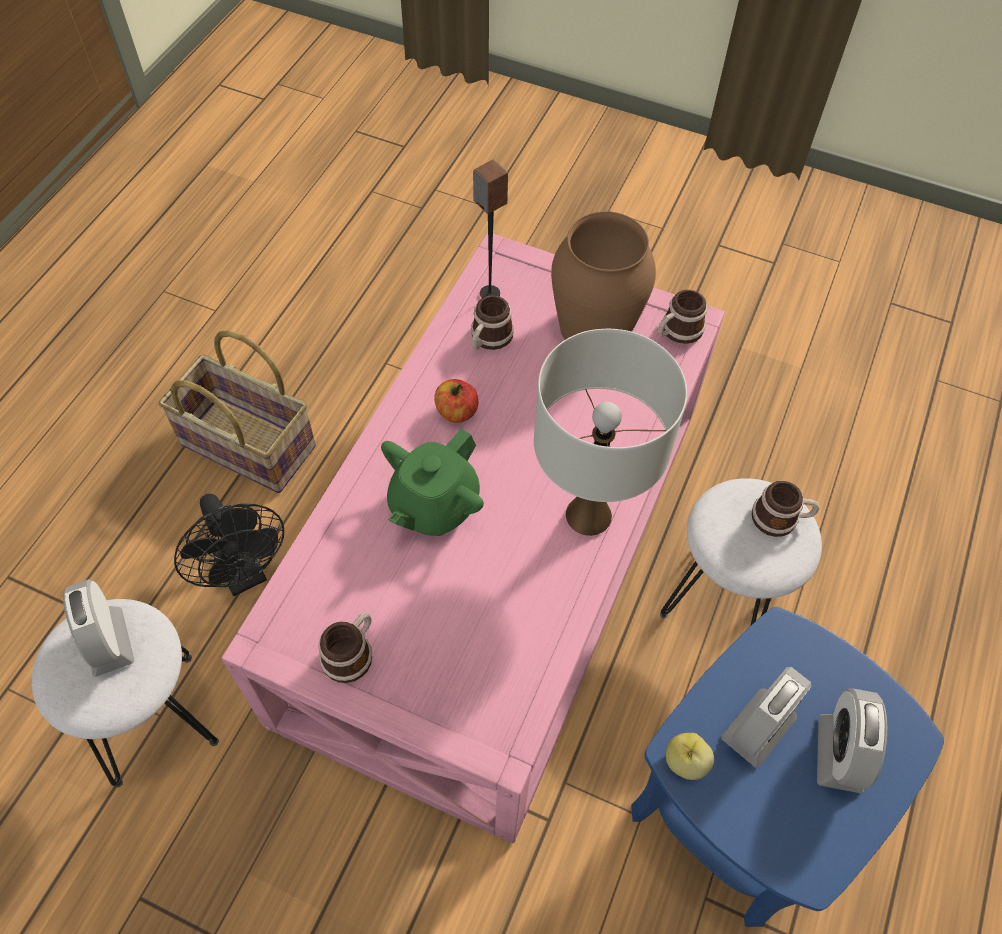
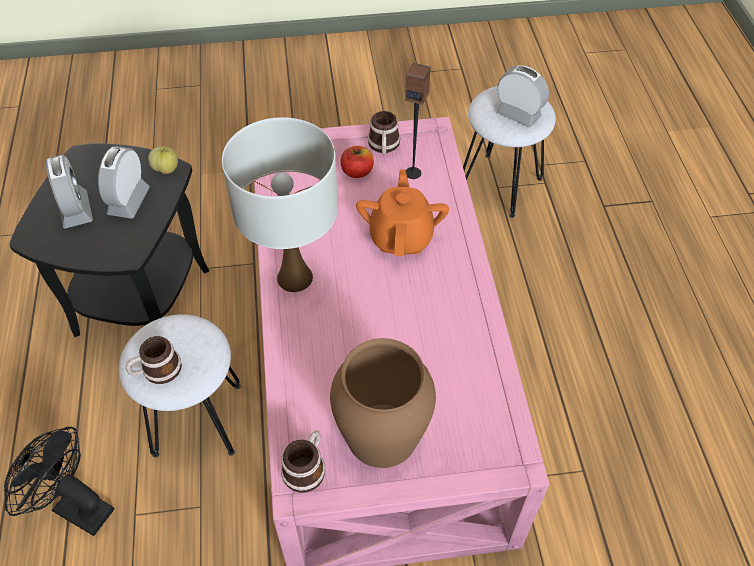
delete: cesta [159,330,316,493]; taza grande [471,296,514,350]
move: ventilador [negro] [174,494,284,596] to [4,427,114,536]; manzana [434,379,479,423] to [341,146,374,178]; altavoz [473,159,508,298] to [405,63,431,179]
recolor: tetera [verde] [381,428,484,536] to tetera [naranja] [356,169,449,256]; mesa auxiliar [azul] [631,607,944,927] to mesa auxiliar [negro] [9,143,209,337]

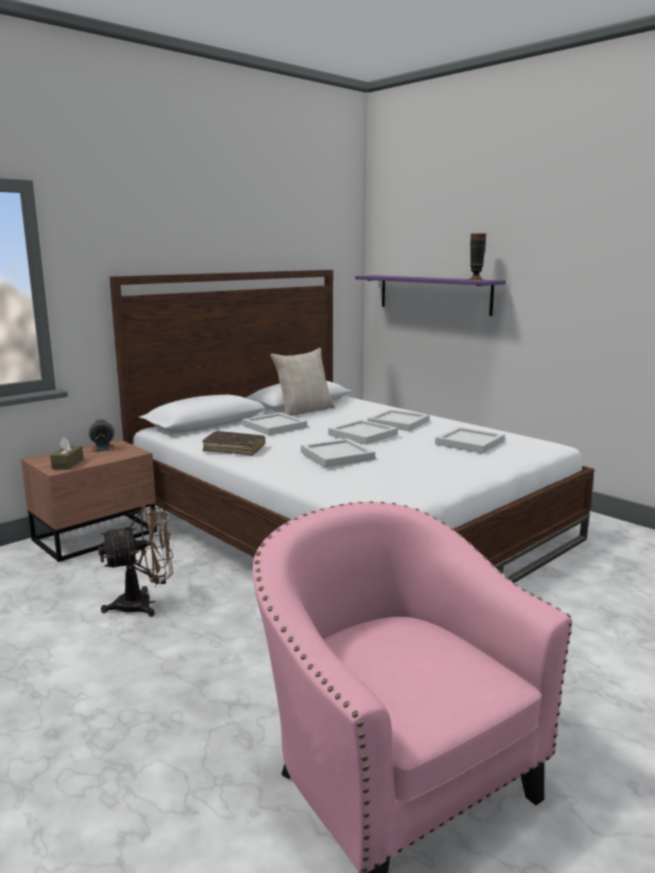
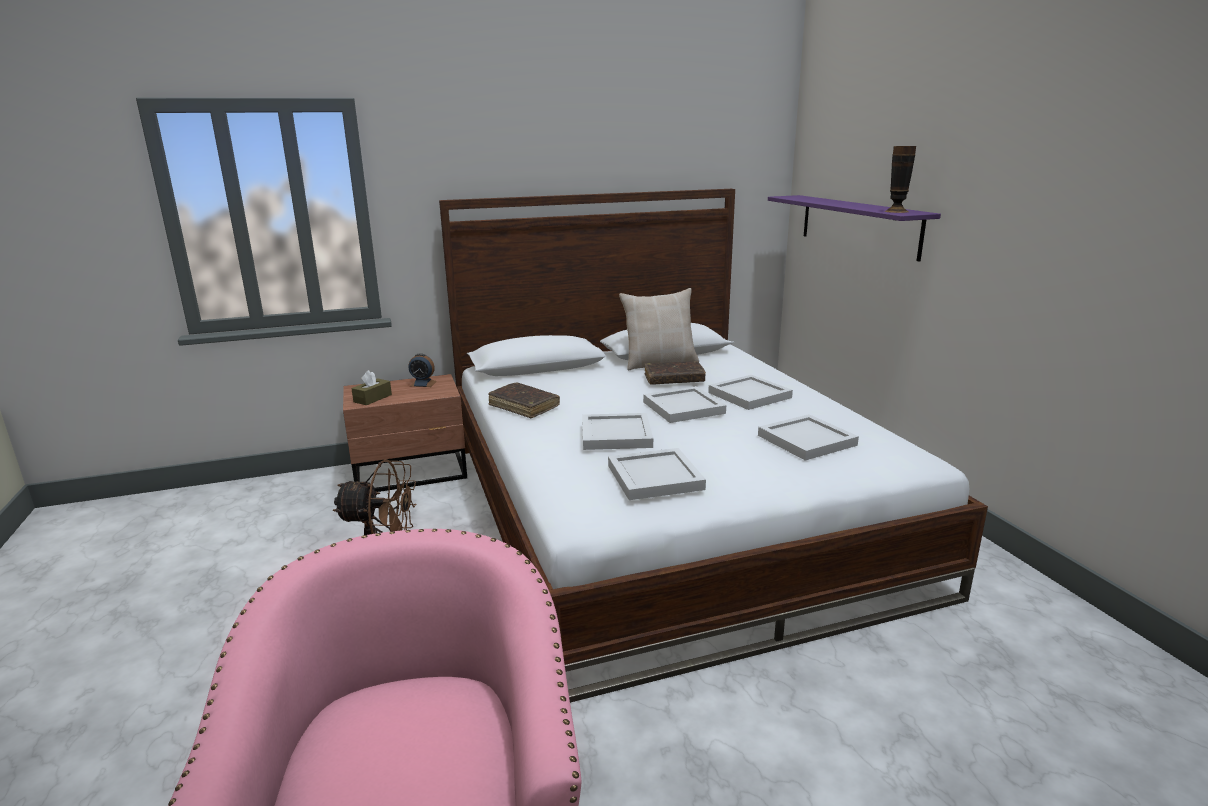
insert: libro [marrón] [644,361,706,385]
move: bandeja [blanco] [242,412,307,435] to [608,448,706,500]

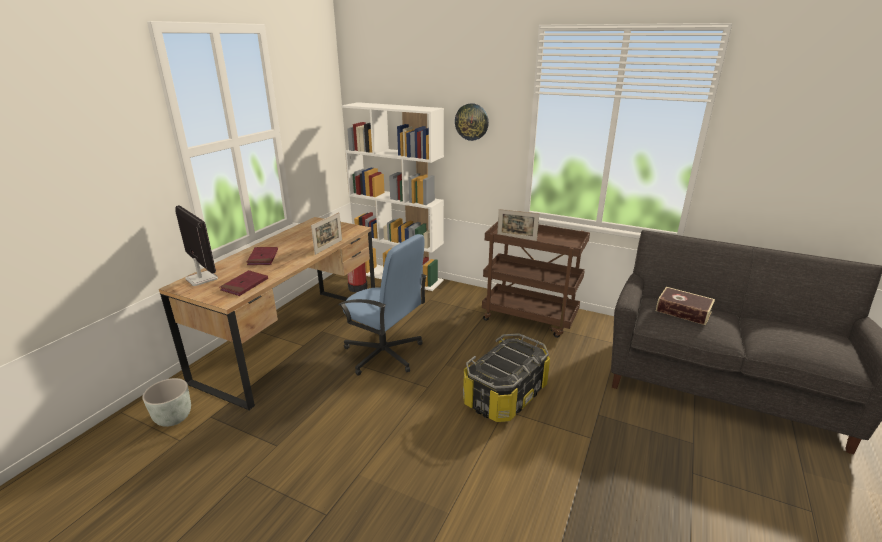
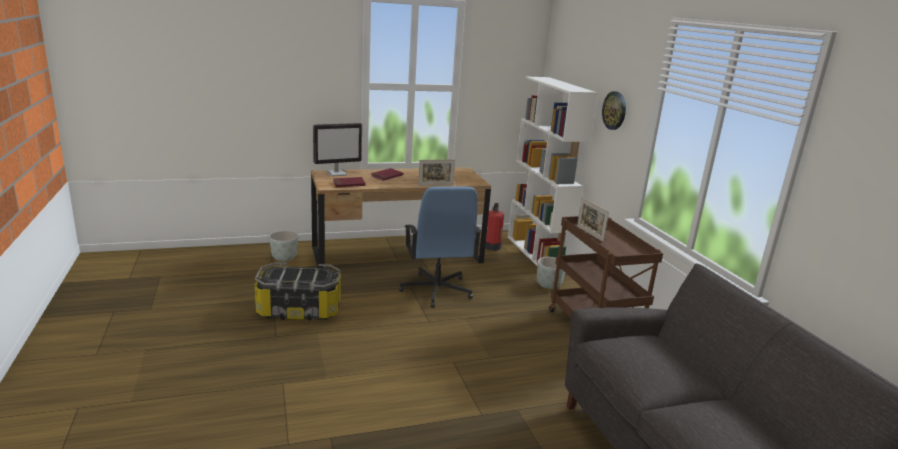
delete: libro [656,287,715,325]
insert: maceta [gris] [537,257,565,289]
move: caja de almacenaje [463,333,550,422] to [254,263,341,321]
rotate: monitor [175,205,218,286] = [313,123,362,176] 60 degrees clockwise

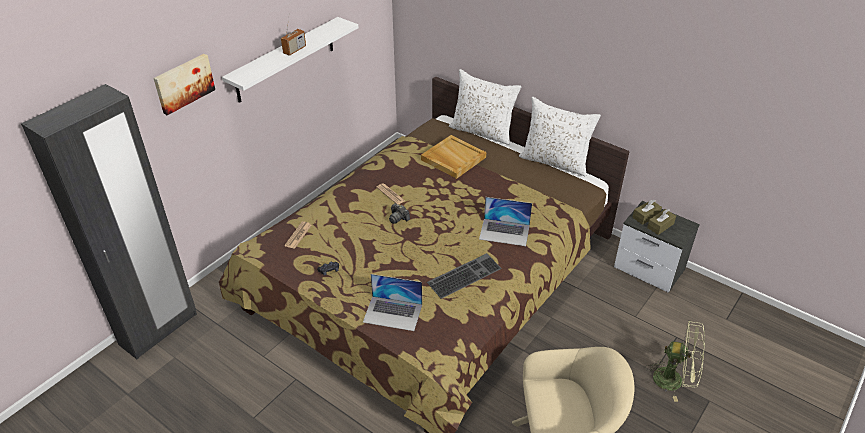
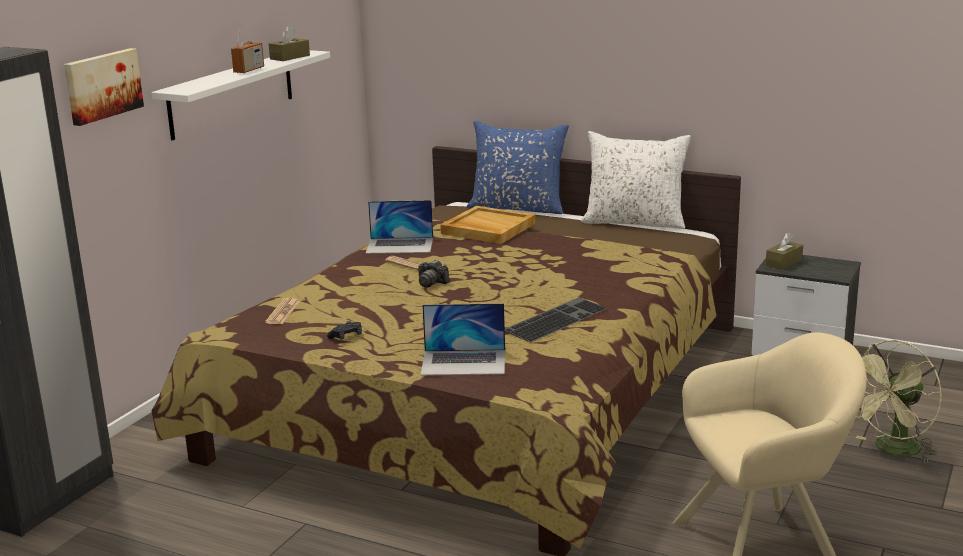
move: portátil [479,197,532,246] to [366,200,433,254]; caja de pañuelos [marrón] [647,209,676,235] to [269,26,310,61]
recolor: cojín [blanco] [449,69,521,145] to cojín [azul] [467,120,569,214]
rotate: ventilador [verde] [645,320,705,402] = [855,340,941,462] 135 degrees clockwise

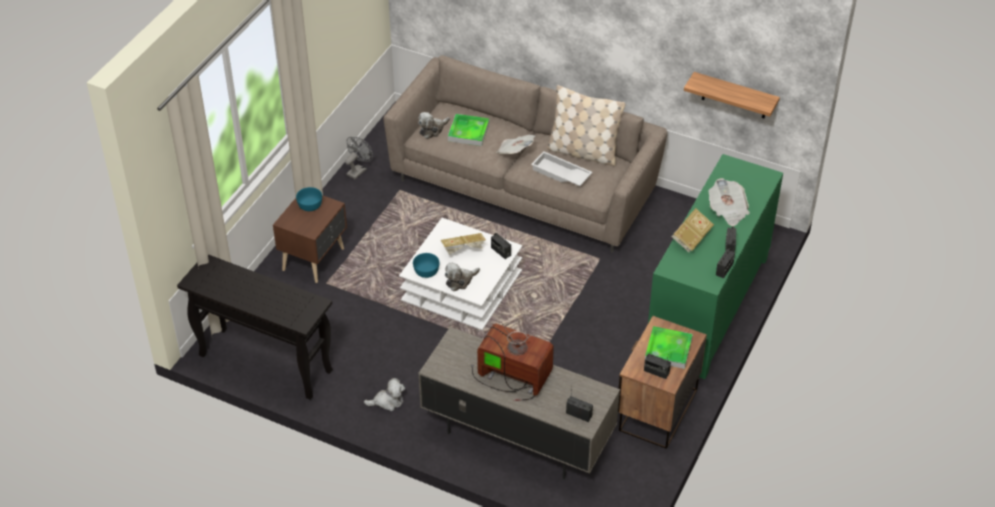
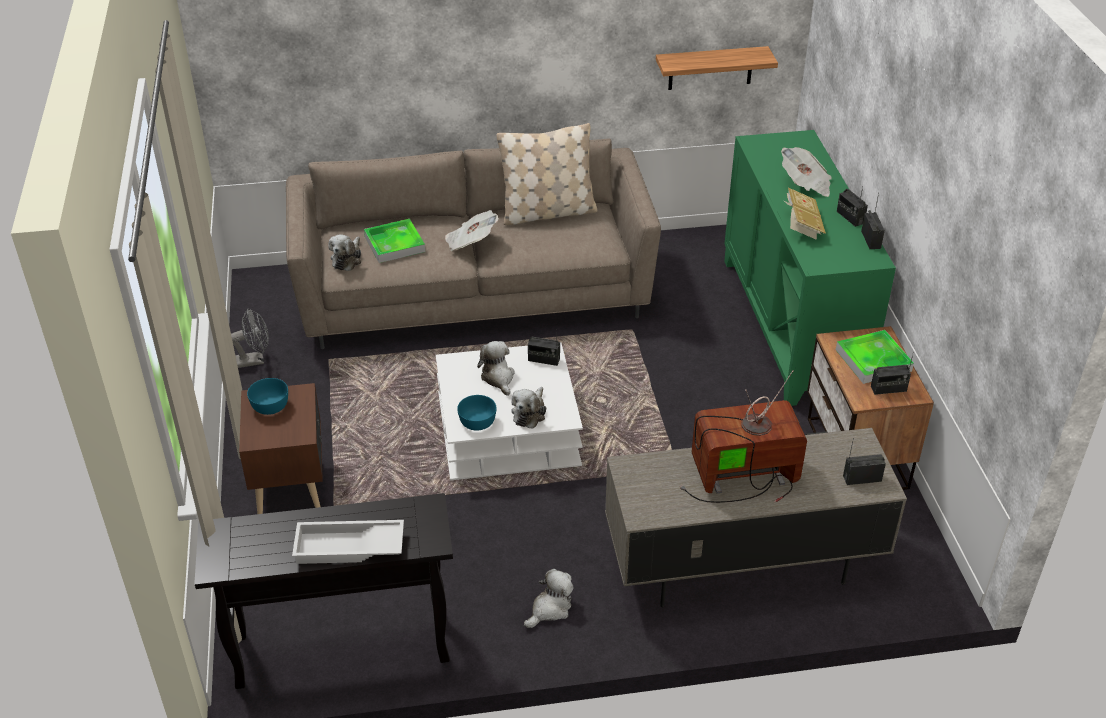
move: bandeja [blanco] [531,151,593,186] to [292,520,404,564]
replace: libro [441,233,486,255] to peluche [477,341,515,396]
rotate: ventilador [gris] [345,137,373,179] = [231,308,269,368] 75 degrees clockwise

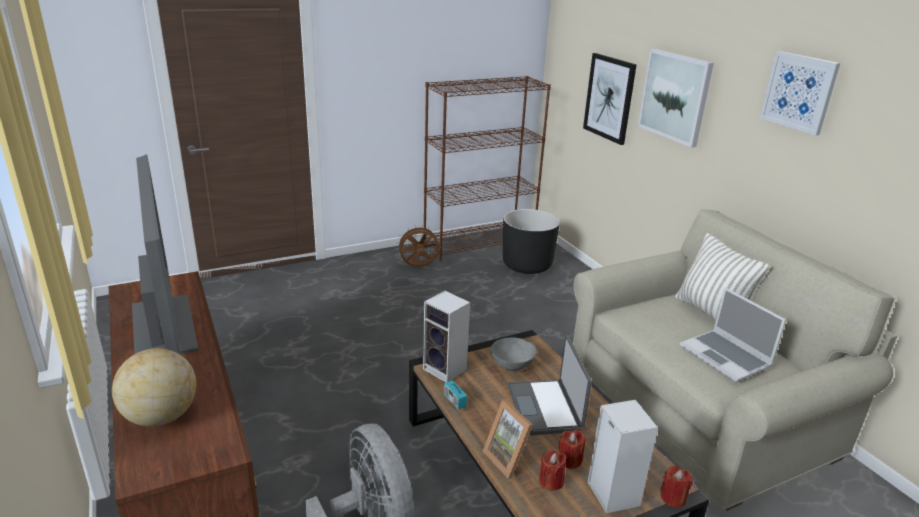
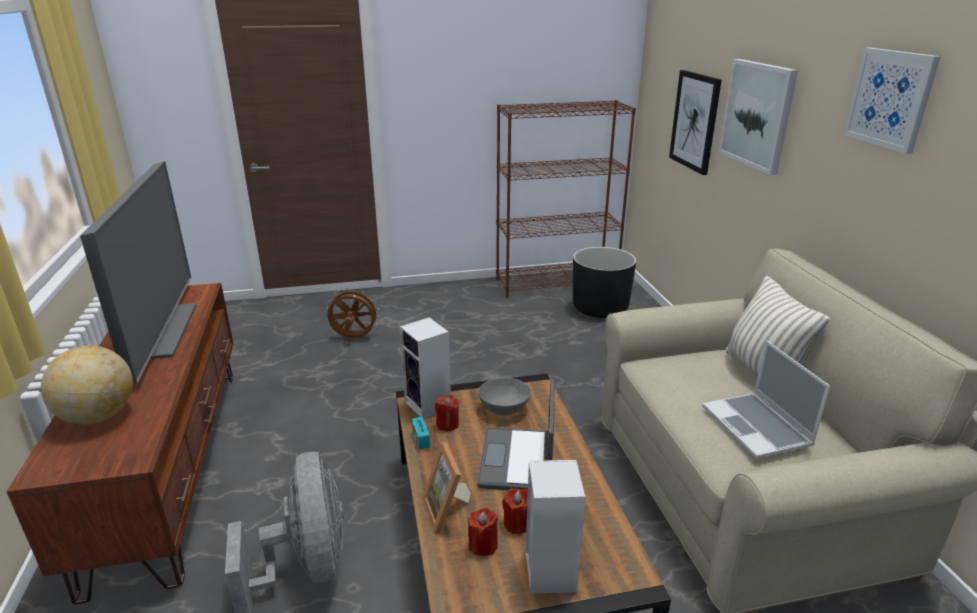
move: ventilador [marrón] [396,225,441,267] to [327,288,380,338]; vela [rojo] [660,466,693,507] to [435,394,459,431]

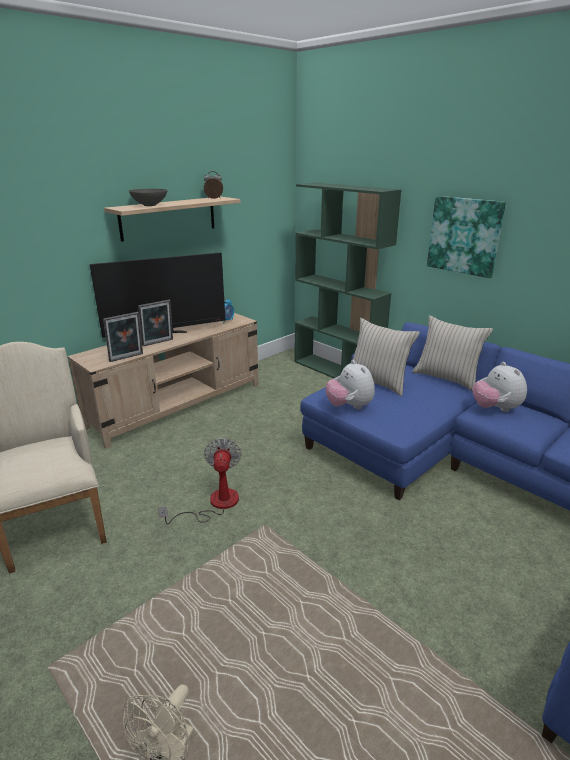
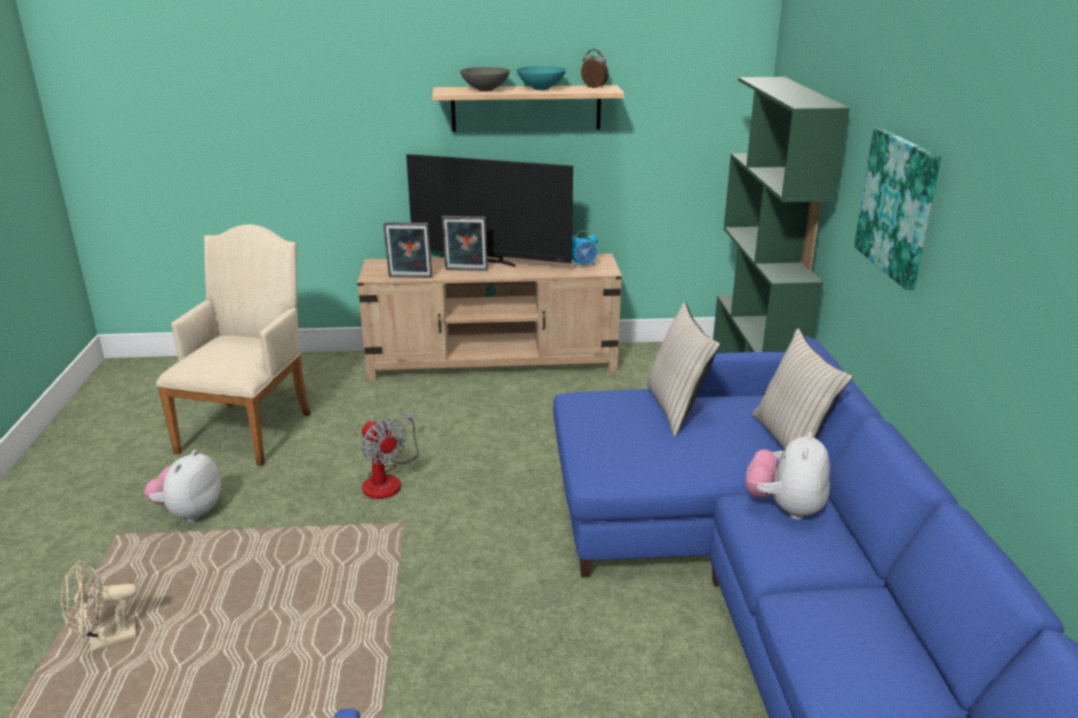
insert: cuenco [turquesa] [517,66,566,90]
move: peluche [326,360,375,409] to [144,449,221,521]
rotate: ventilador [158,438,241,524] = [361,410,419,499] 105 degrees clockwise

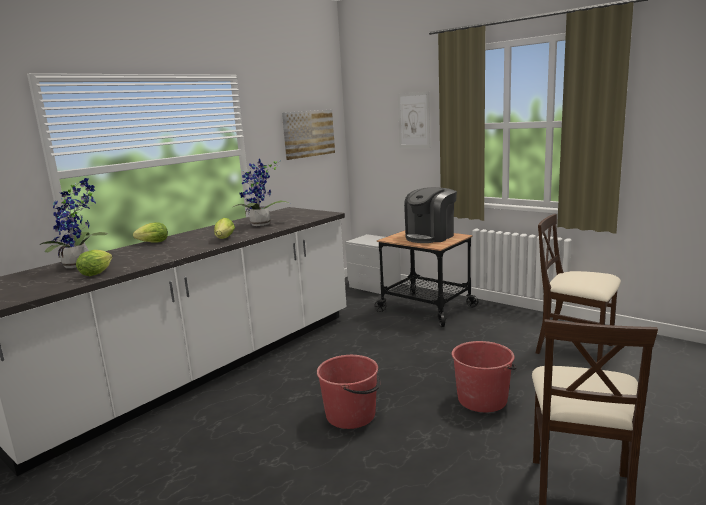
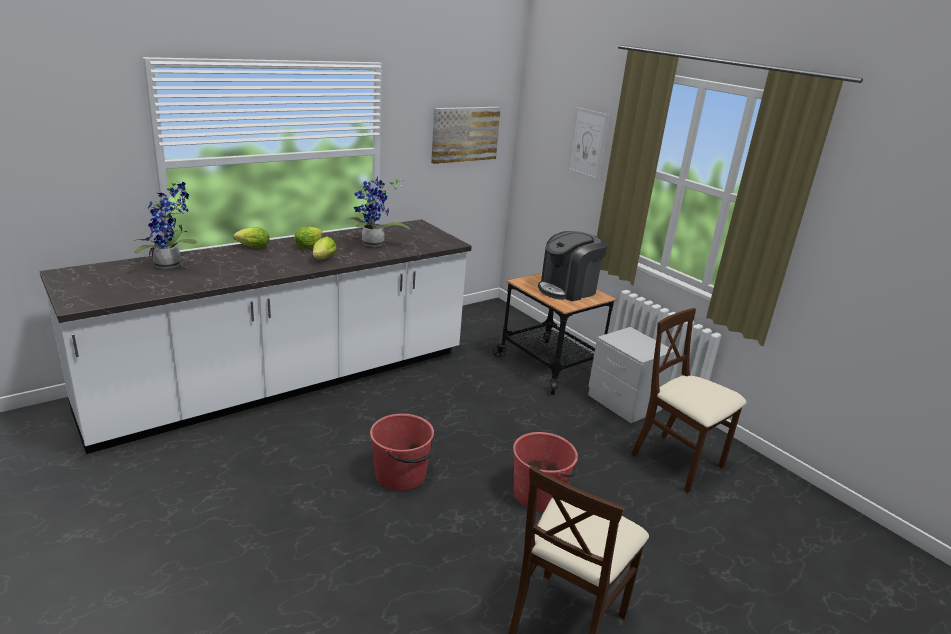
move: lechuga [76,250,113,276] to [294,227,323,248]; mesita de noche [gris] [345,234,401,294] to [588,327,675,423]

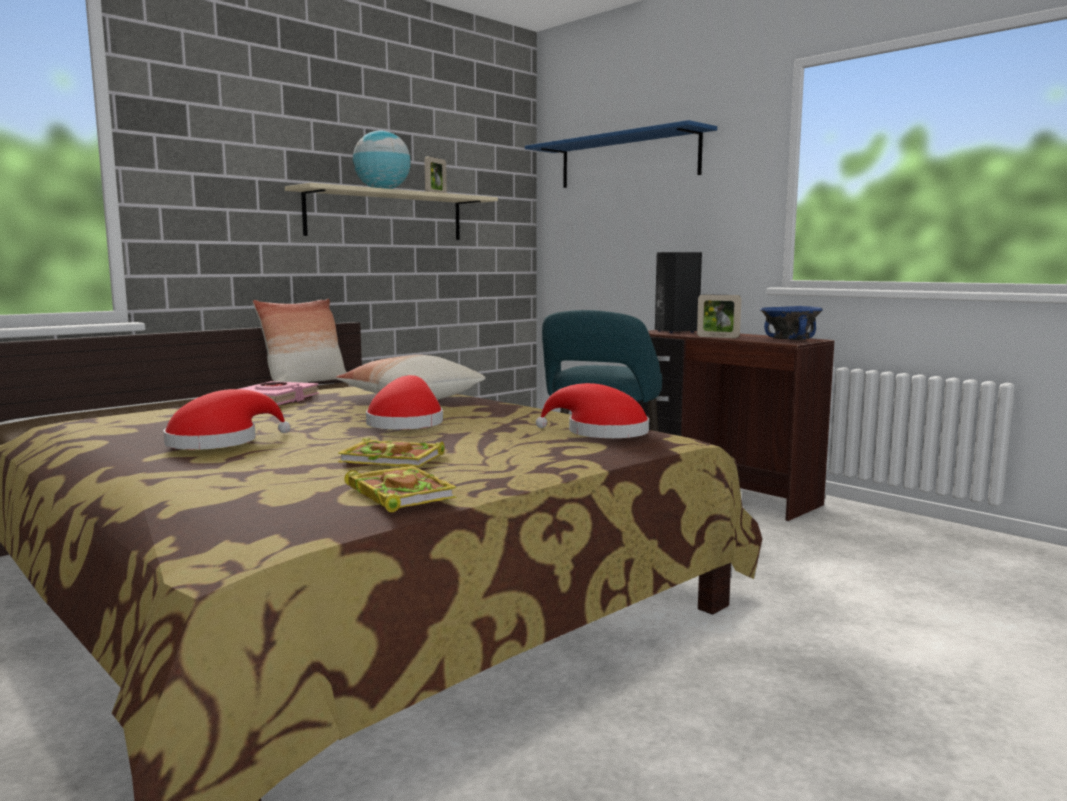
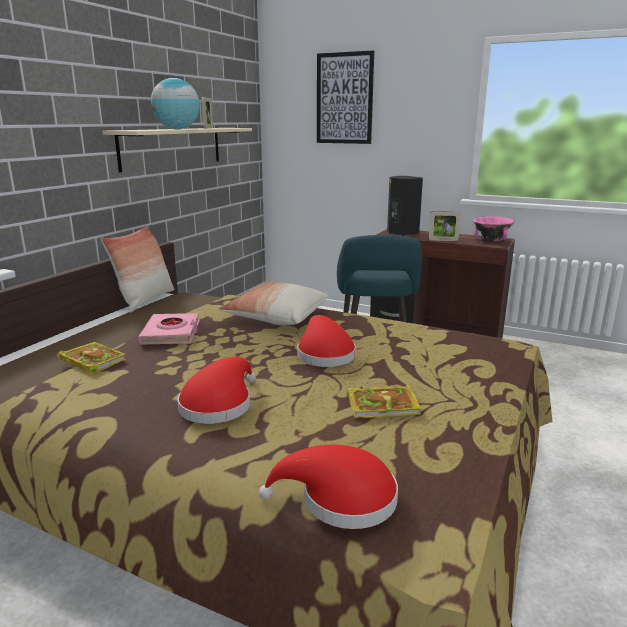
move: libro [344,466,456,512] to [57,342,126,374]; sombrero [rojo] [536,383,649,438] to [259,445,398,529]
replace: estante [azul] [525,120,717,188] to cuadro [317,50,374,144]
recolor: cuenco [azul] [760,306,823,340] to cuenco [rosa] [473,216,514,242]

